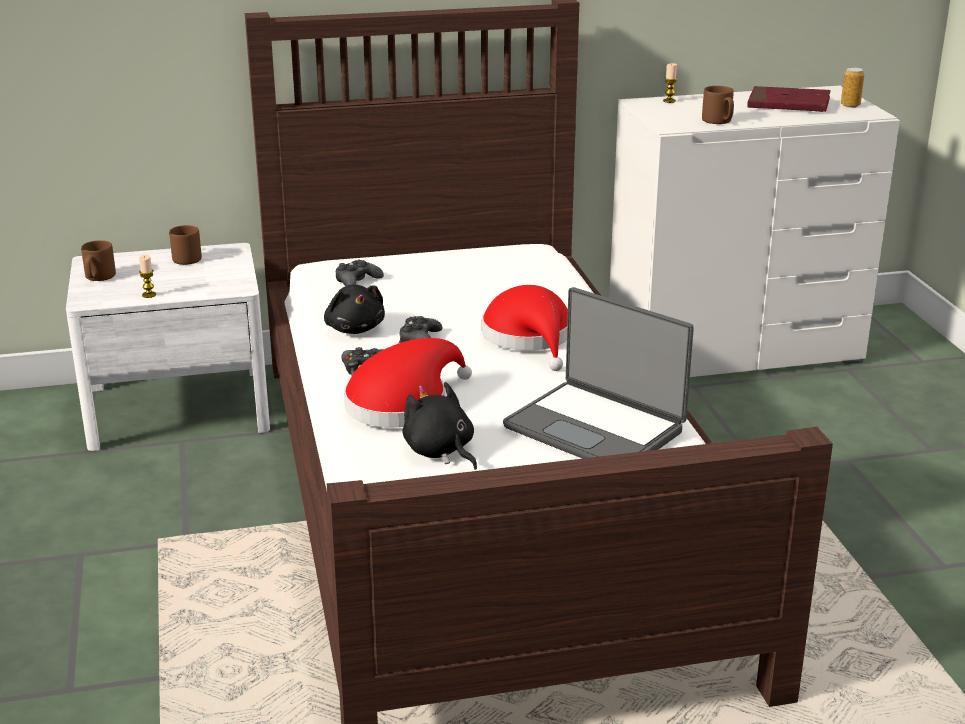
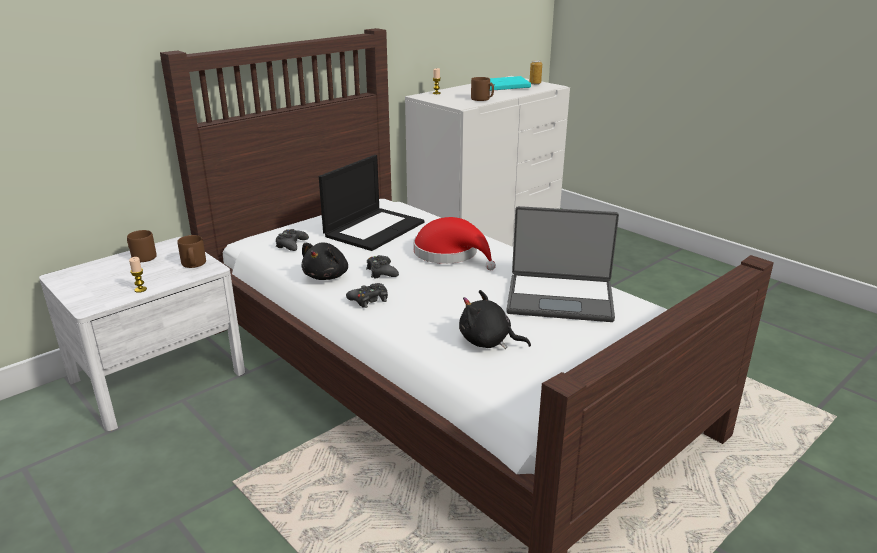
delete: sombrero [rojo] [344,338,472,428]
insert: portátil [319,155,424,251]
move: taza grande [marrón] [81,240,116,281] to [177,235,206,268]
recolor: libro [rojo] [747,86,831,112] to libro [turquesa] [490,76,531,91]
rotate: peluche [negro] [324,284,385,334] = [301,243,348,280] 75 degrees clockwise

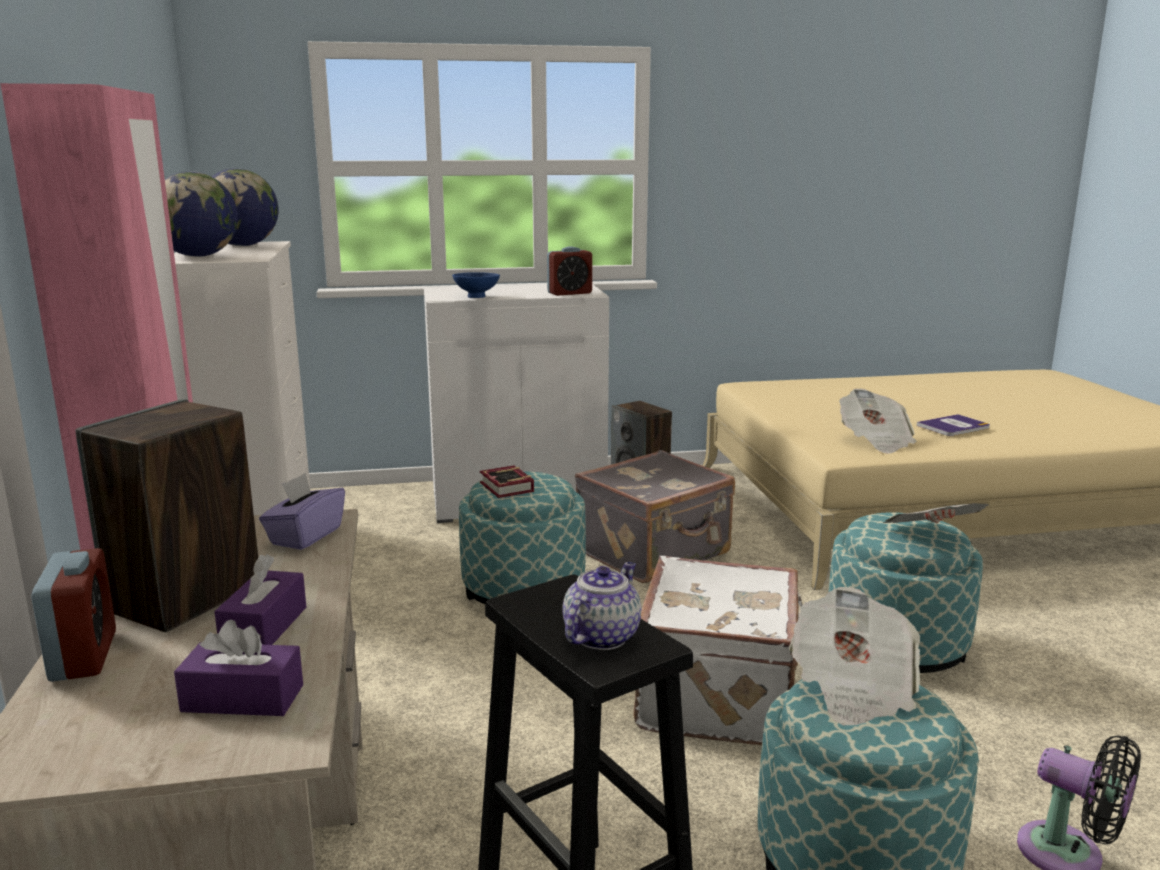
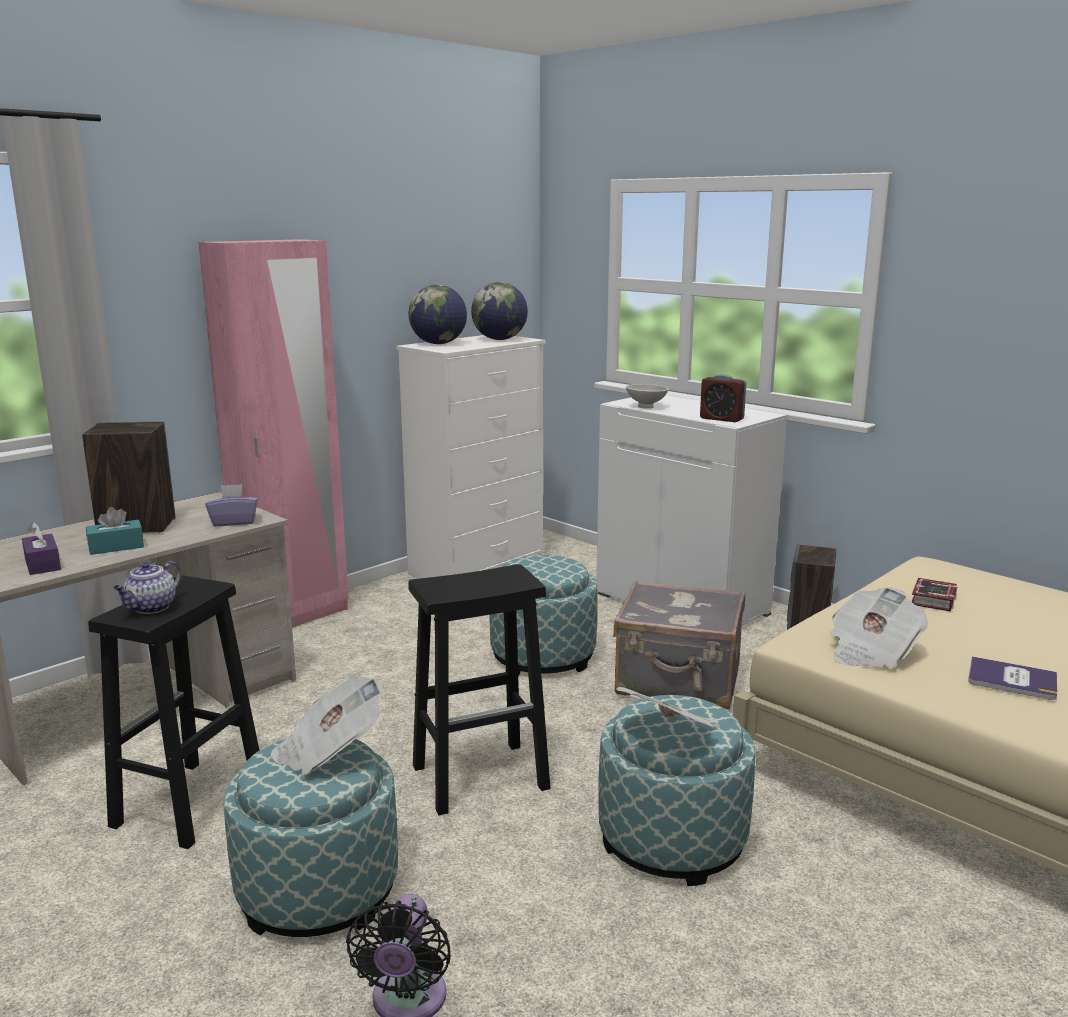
delete: despertador [31,548,116,682]
move: libro [480,465,534,498] to [912,578,957,612]
replace: maleta [blanco] [634,556,803,745] to taburete [negro] [408,564,551,815]
recolor: caja de pañuelos [morado] [214,554,306,645] to caja de pañuelos [turquesa] [86,507,144,555]; cuenco [azul] [452,272,500,298] to cuenco [blanco] [626,384,669,409]
rotate: tetera [562,562,641,650] = [113,561,181,614] 120 degrees clockwise

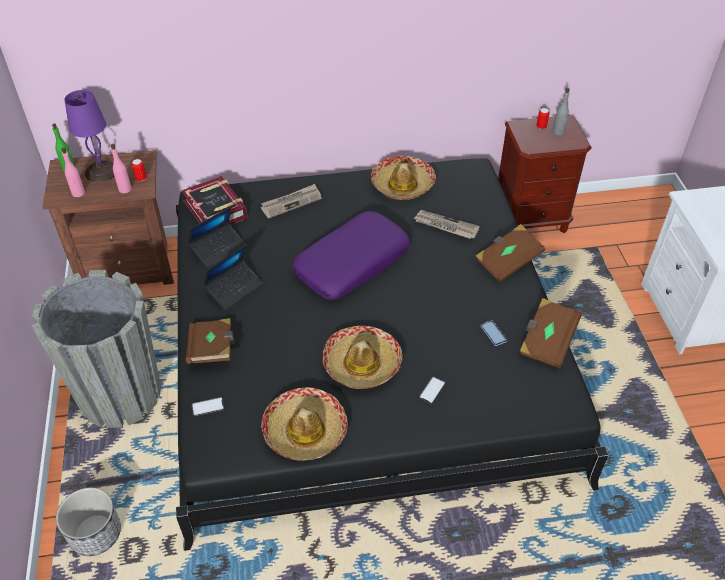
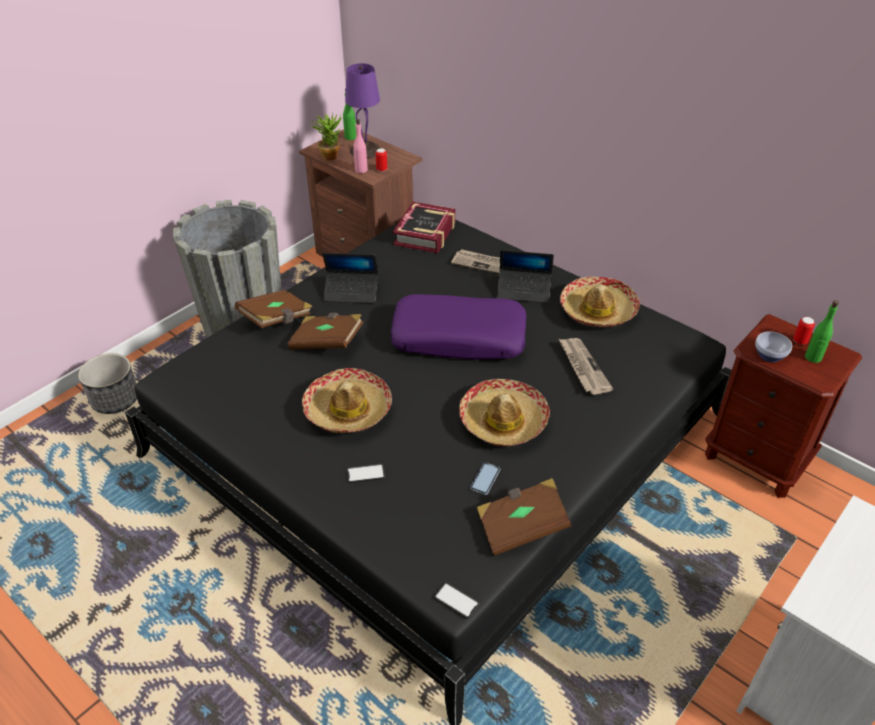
insert: cuenco [755,331,792,362]
move: portátil [188,207,245,268] to [496,250,554,303]; móvil [191,397,225,417] to [434,583,480,619]; sombrero [261,387,348,461] to [459,379,550,447]; libro [marrón] [476,224,545,283] to [288,313,364,349]
replace: botella [rosa] [61,148,85,197] to planta en maceta [310,113,342,161]
recolor: botella [gris] [553,88,570,135] to botella [verde] [805,300,838,363]

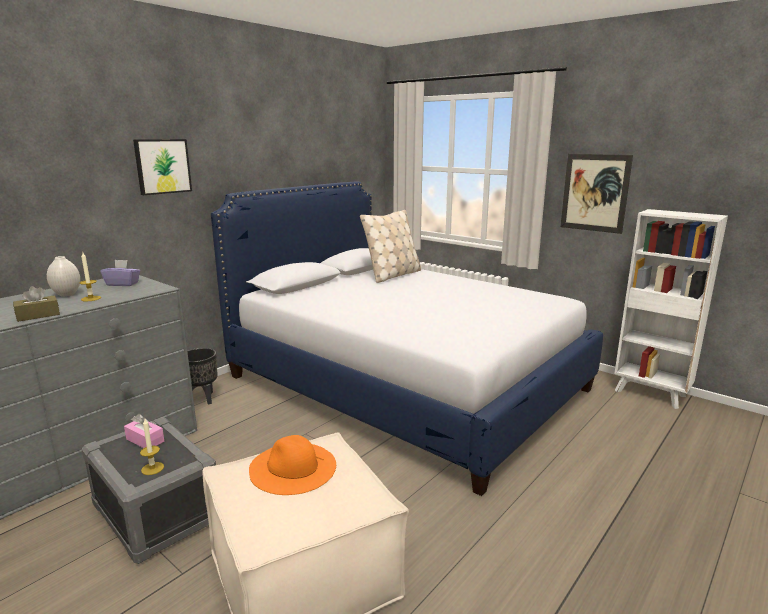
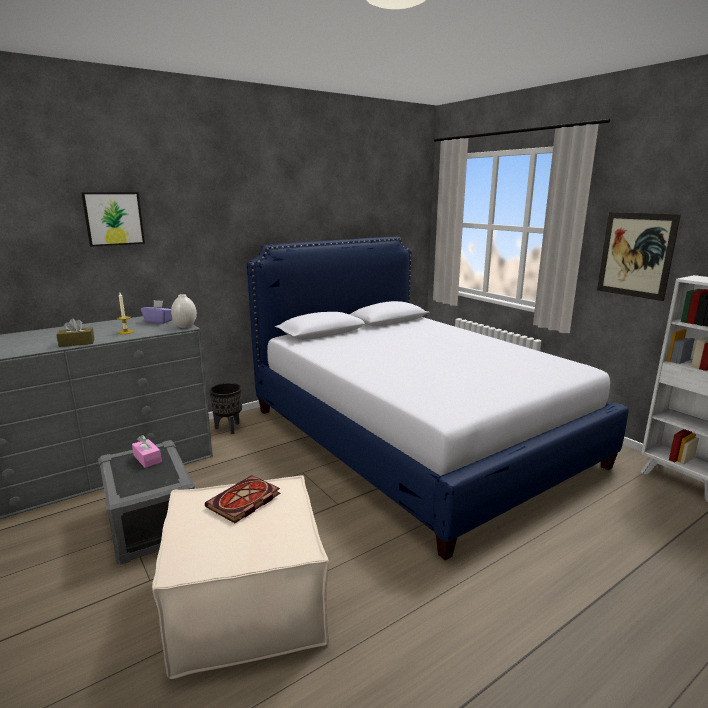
delete: vela [140,419,164,475]; cojín [beis] [360,210,421,283]
move: florero [blanco] [47,256,80,297] to [171,294,197,328]; cuadro [133,139,192,195] to [81,192,145,247]
replace: sombrero [naranja] [249,435,336,495] to libro [205,475,280,523]

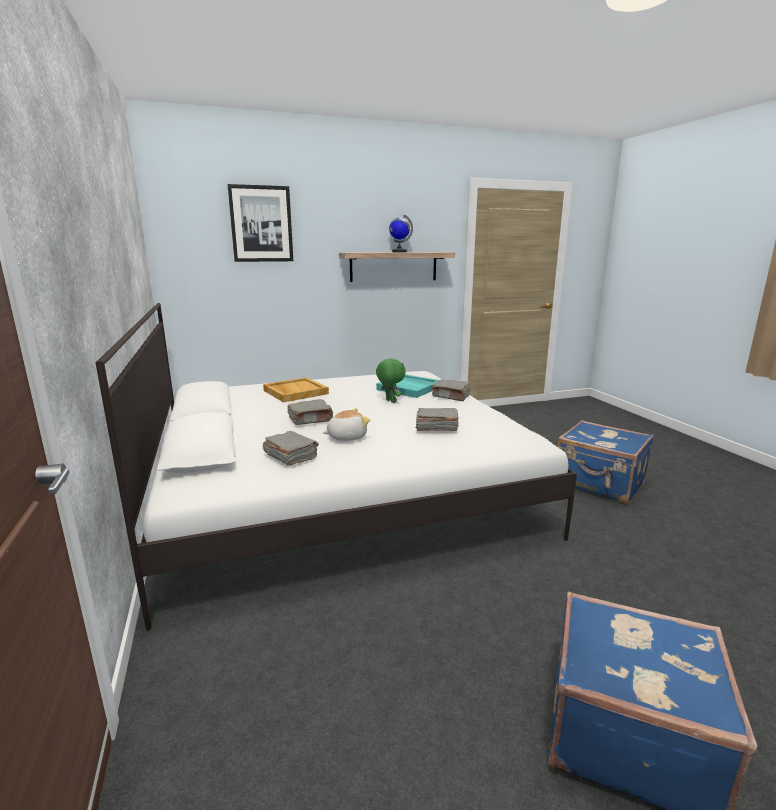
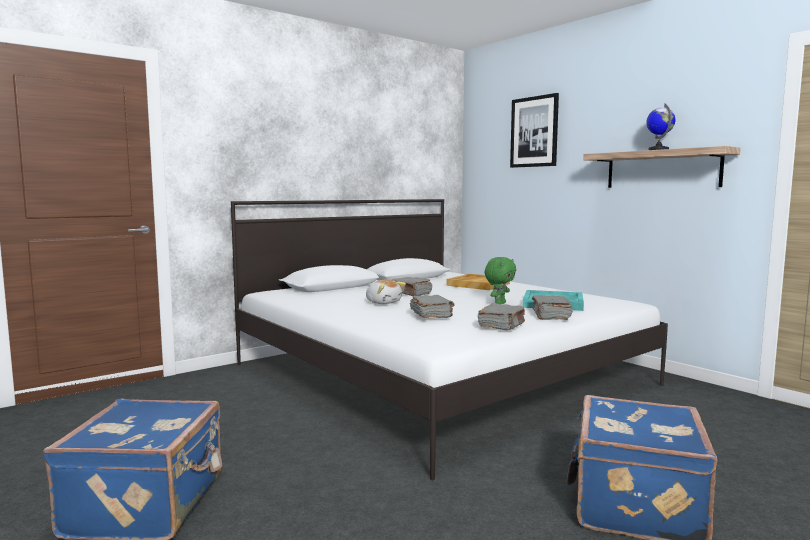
move: libro [gris] [263,431,319,466] to [478,303,525,330]

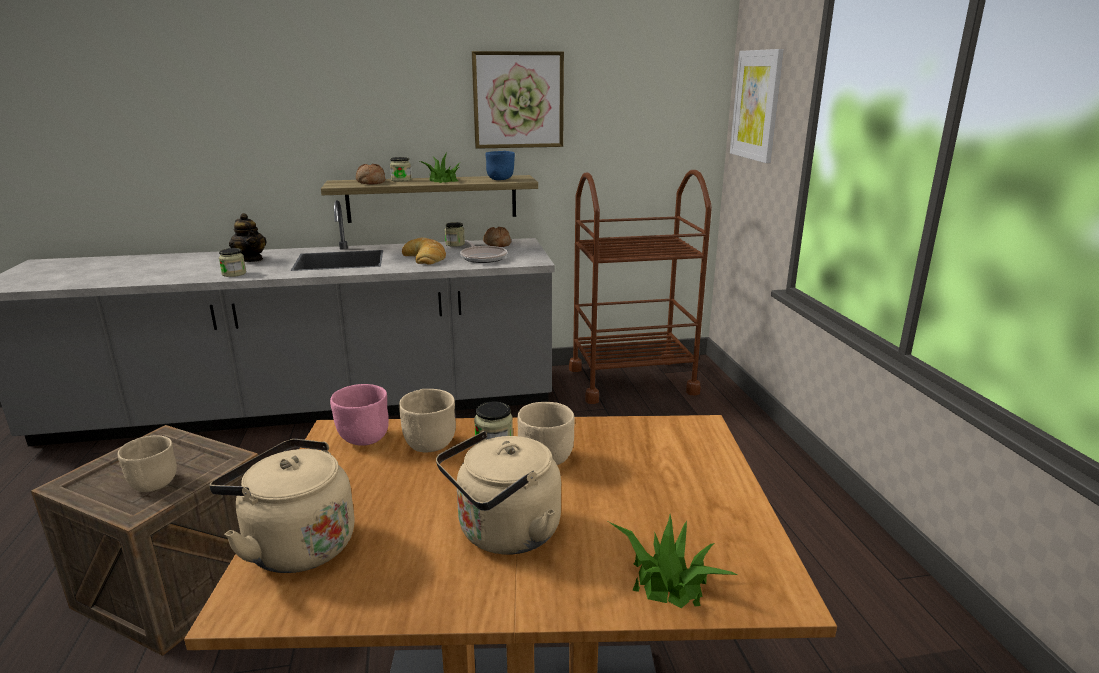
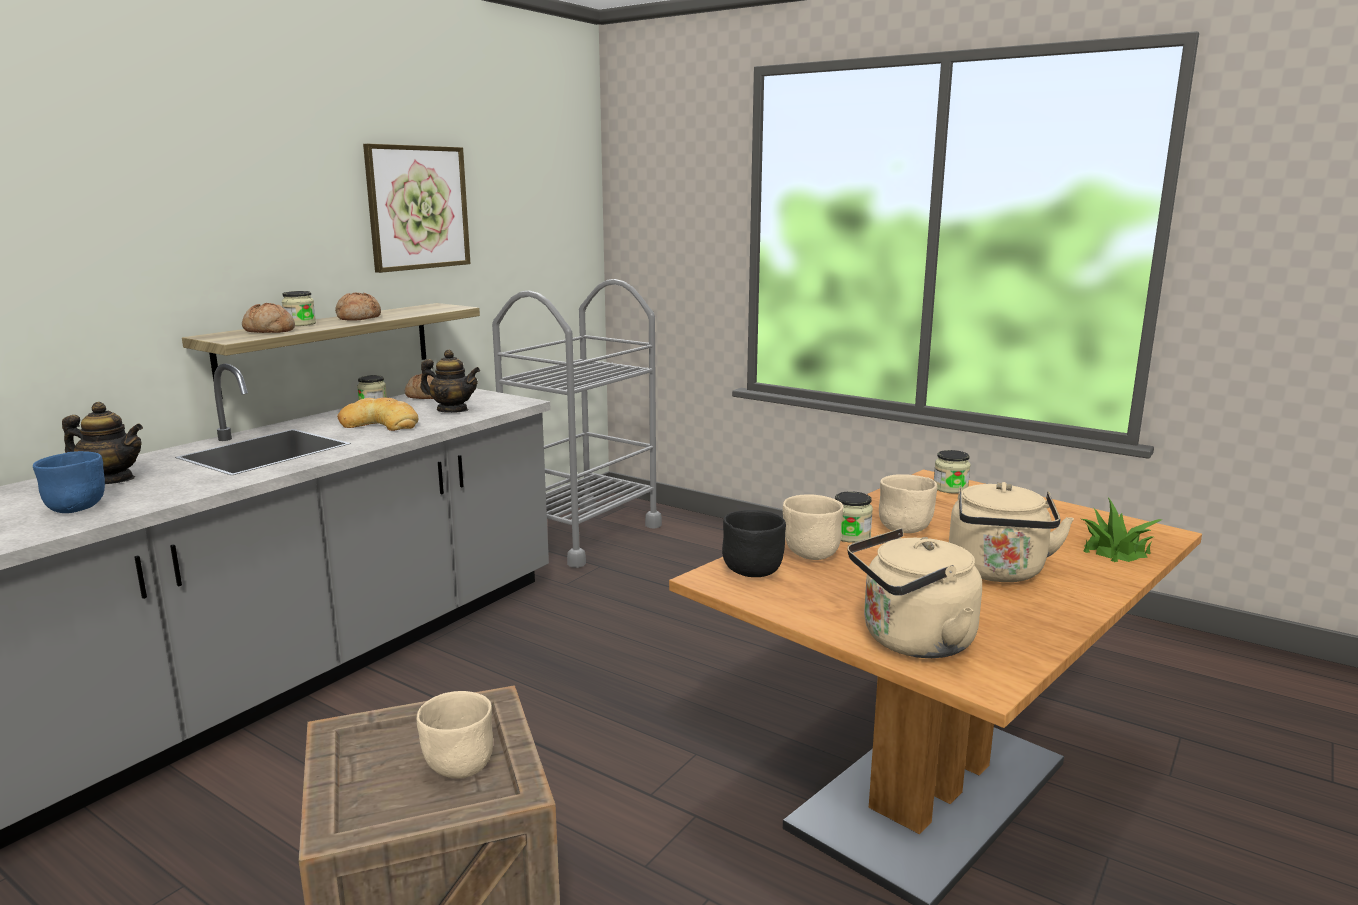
delete: cuadro [730,49,784,163]
move: tarro [219,248,246,277] to [934,450,971,494]; cuenco [azul] [485,151,515,180] to [33,451,105,513]
replace: planta en maceta [420,153,461,183] to pan [335,293,381,321]; sartén [460,240,507,263] to tetera [420,350,480,413]
recolor: cuenco [rosa] [330,384,389,446] to cuenco [negro] [722,510,786,577]; carrito [marrón] [569,170,712,404] to carrito [gris] [492,279,662,568]

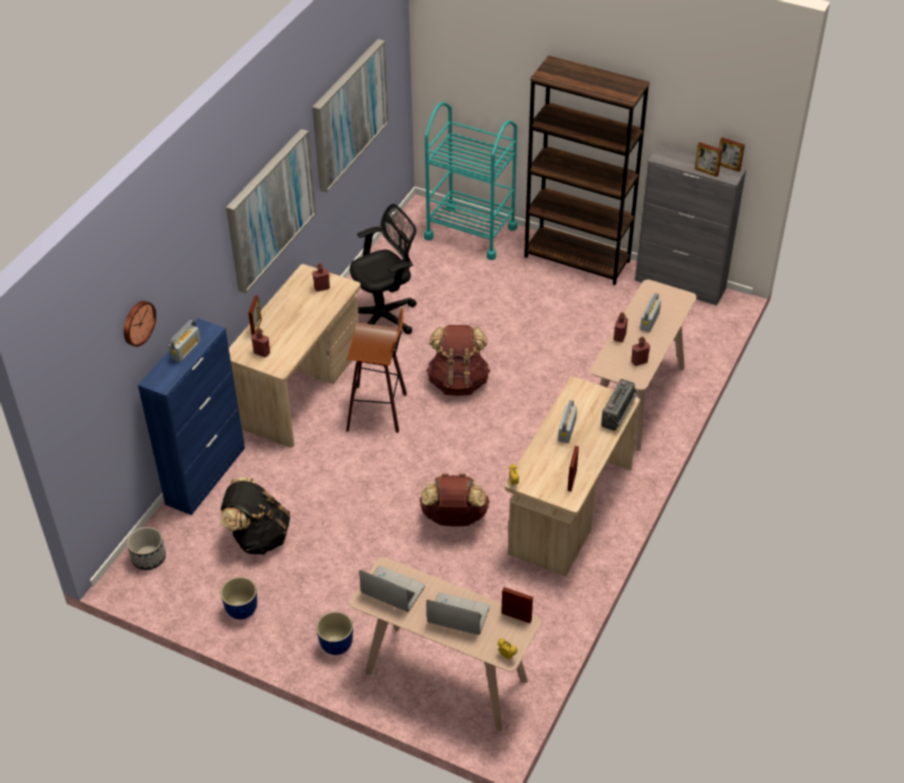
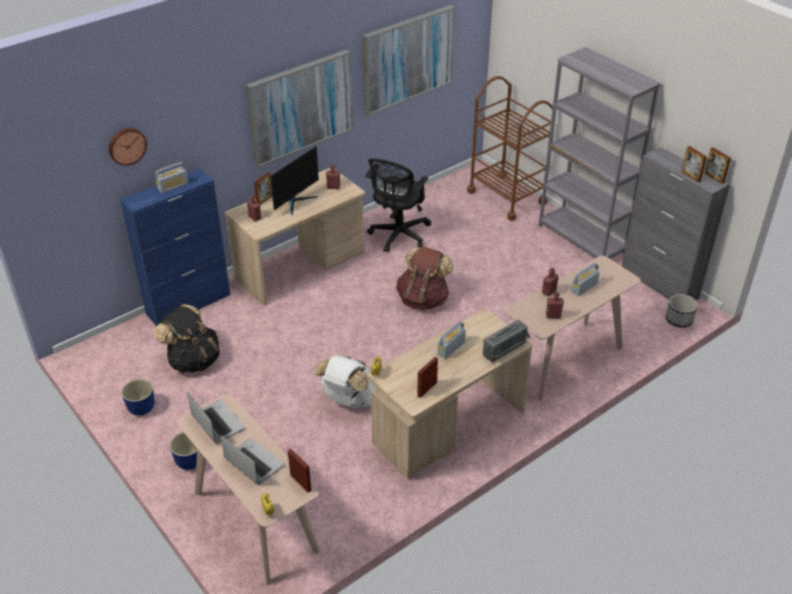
delete: taburete [346,308,407,433]
insert: monitor [270,146,319,215]
move: maceta [127,527,166,570] to [666,294,698,328]
recolor: mochila [marrón] [420,473,489,526] to mochila [blanco] [314,355,376,408]; carrito [turquesa] [424,102,517,260] to carrito [marrón] [467,76,553,221]; estantería [marrón] [524,55,650,285] to estantería [gris] [539,47,661,259]
rotate: silla de oficina [negro] [350,204,417,334] = [365,158,431,253] 120 degrees clockwise

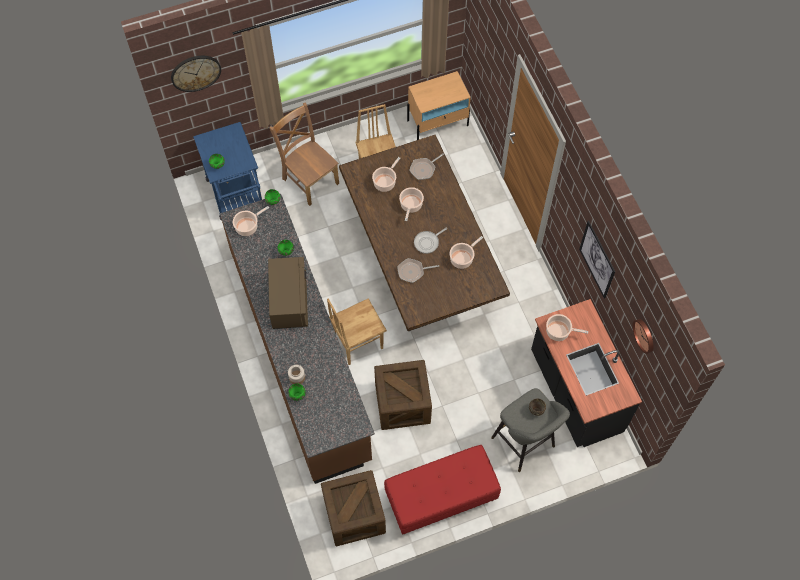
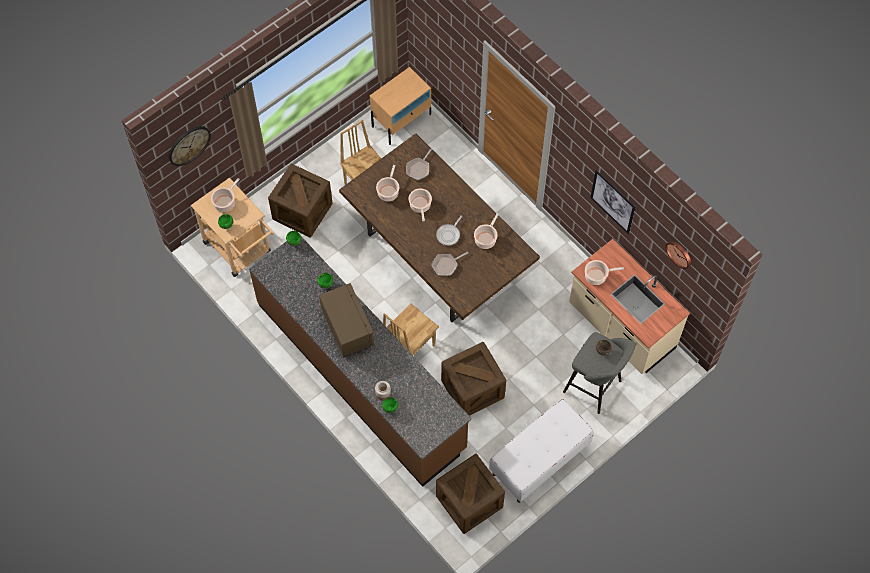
move: olla [233,206,269,236] to [211,178,240,212]
replace: silla [marrón] [270,102,339,206] to caja de embalaje [268,164,333,237]
recolor: carrito [azul] [193,122,262,220] to carrito [beis] [191,178,274,277]; banco [rojo] [384,445,501,535] to banco [blanco] [489,399,594,503]; mueble bajo de cocina [negro] [531,299,642,447] to mueble bajo de cocina [beis] [569,239,690,374]

